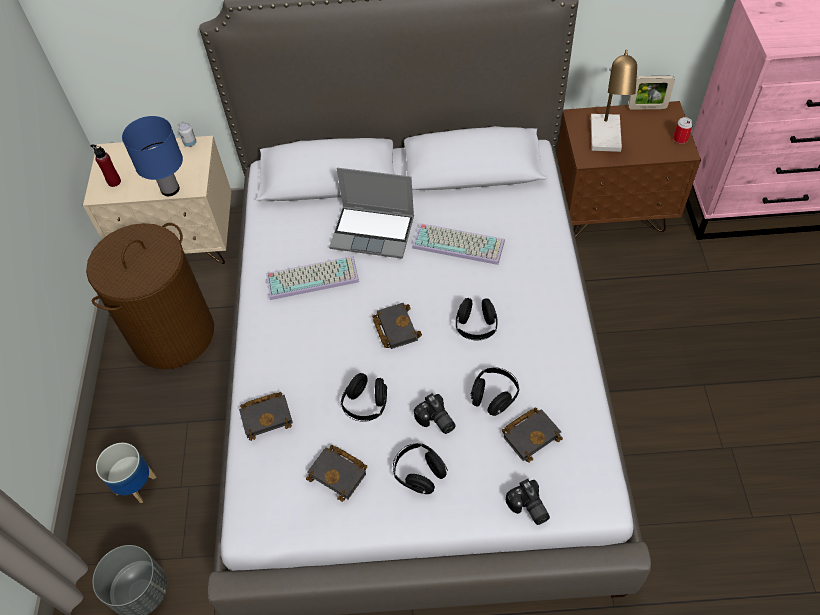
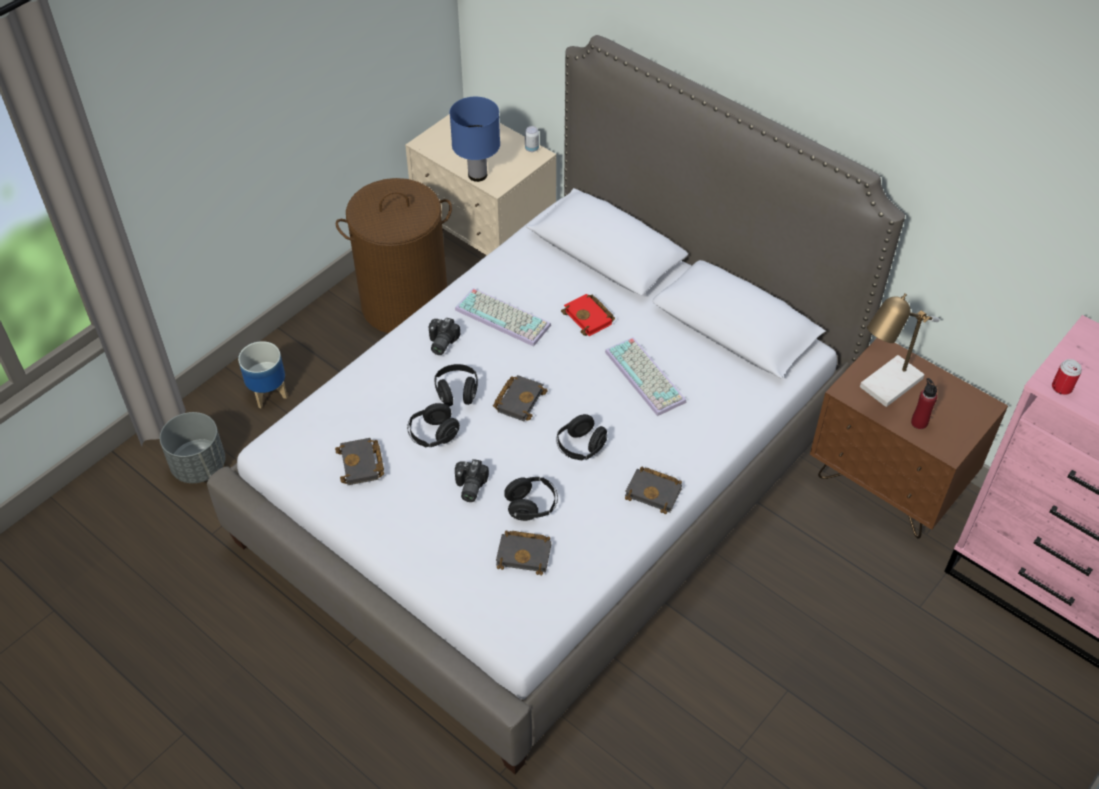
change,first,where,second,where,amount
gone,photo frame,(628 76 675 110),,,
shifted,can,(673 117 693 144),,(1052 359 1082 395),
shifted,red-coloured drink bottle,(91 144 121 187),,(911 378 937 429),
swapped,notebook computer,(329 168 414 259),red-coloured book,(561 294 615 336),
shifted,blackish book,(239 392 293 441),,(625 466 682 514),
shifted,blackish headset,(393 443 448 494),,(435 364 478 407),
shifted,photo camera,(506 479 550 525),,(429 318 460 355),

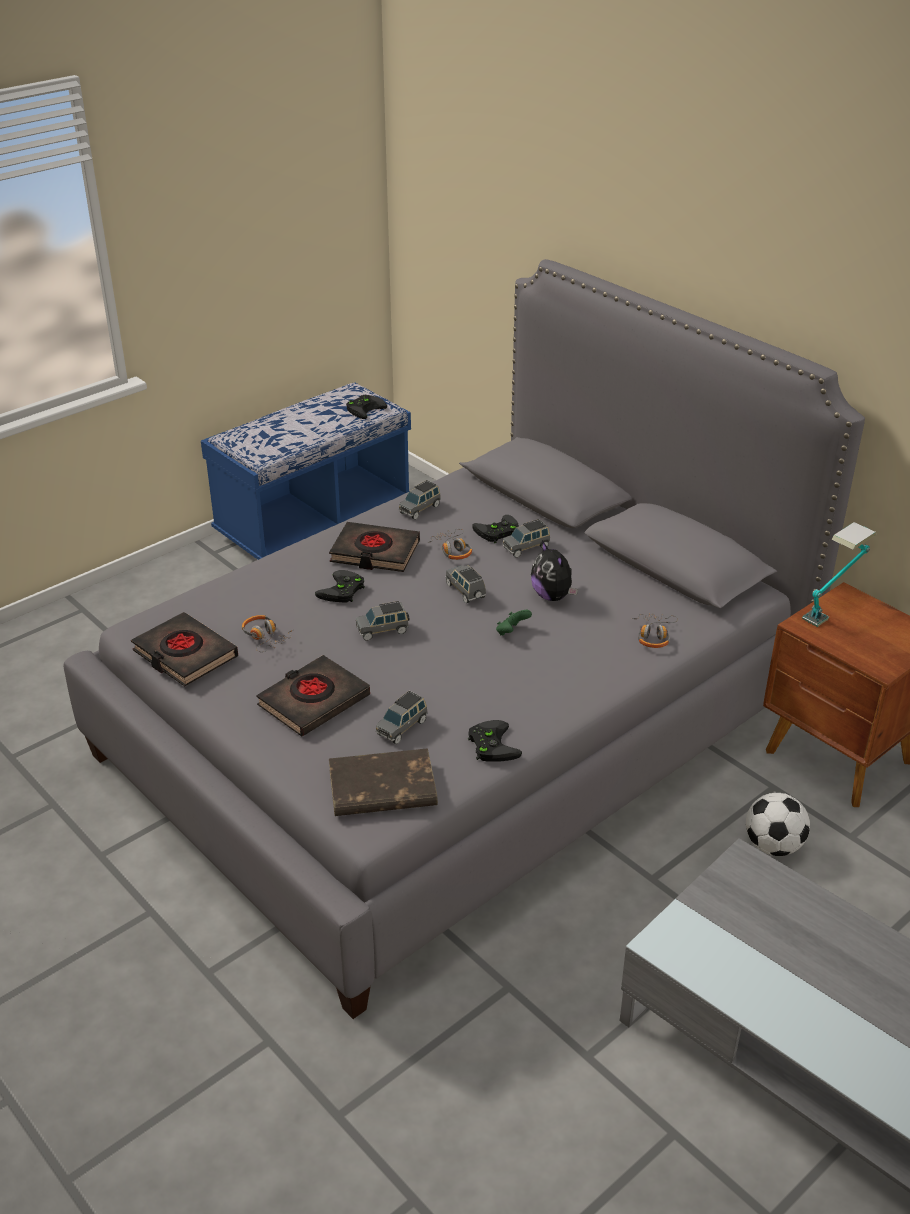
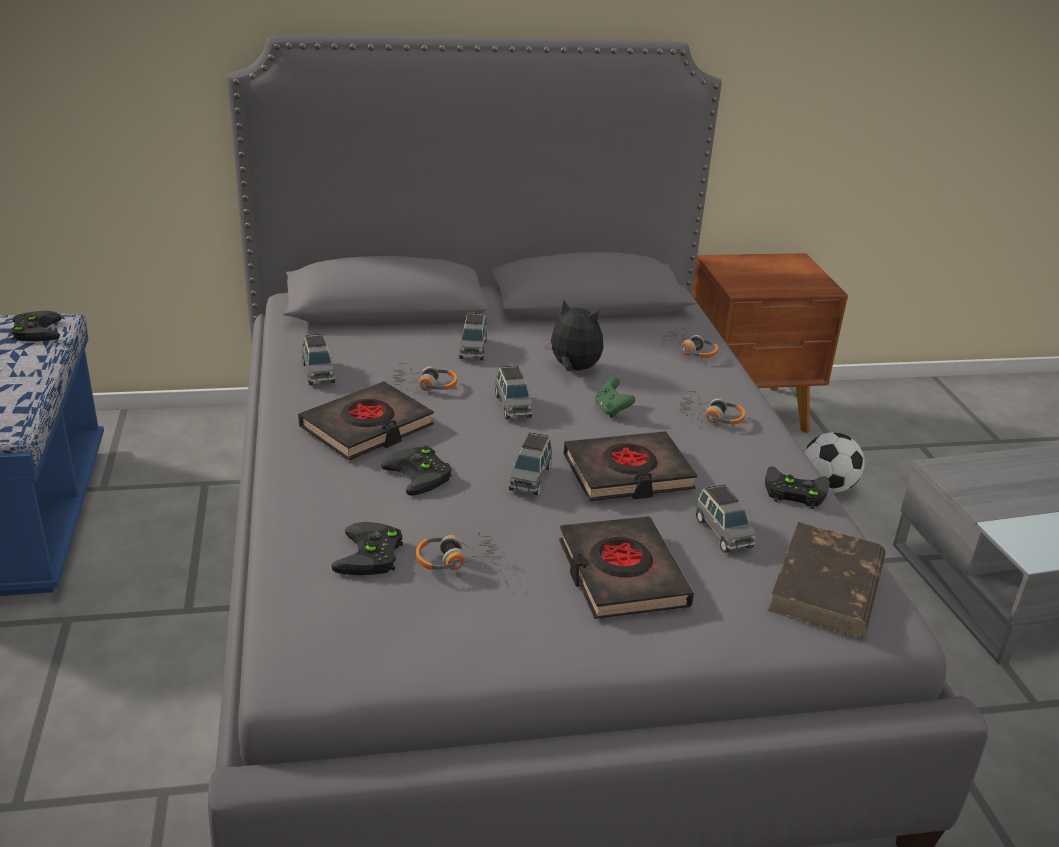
change,first,where,second,where,amount
shifted,blackish game controller,(472 515 519 543),,(331 522 403 575),
gone,lamp for a table,(802 522 876 627),,,
rotated,plush toy,(531 541 578 601),,(541 299 603 371),150 degrees counterclockwise
rotated,gray miniature car,(445 565 486 603),,(495 365 533 419),105 degrees counterclockwise
shifted,blackish book,(131 612 238 686),,(563 431 697 501),
new,,,headset,(679 391 745 425),

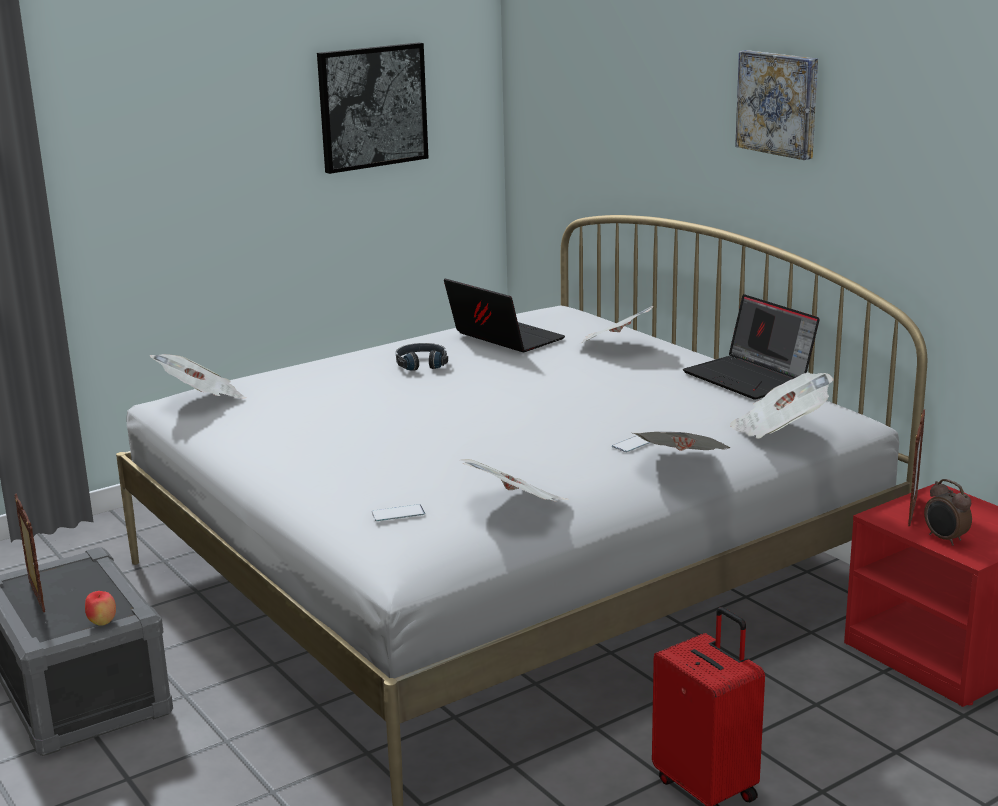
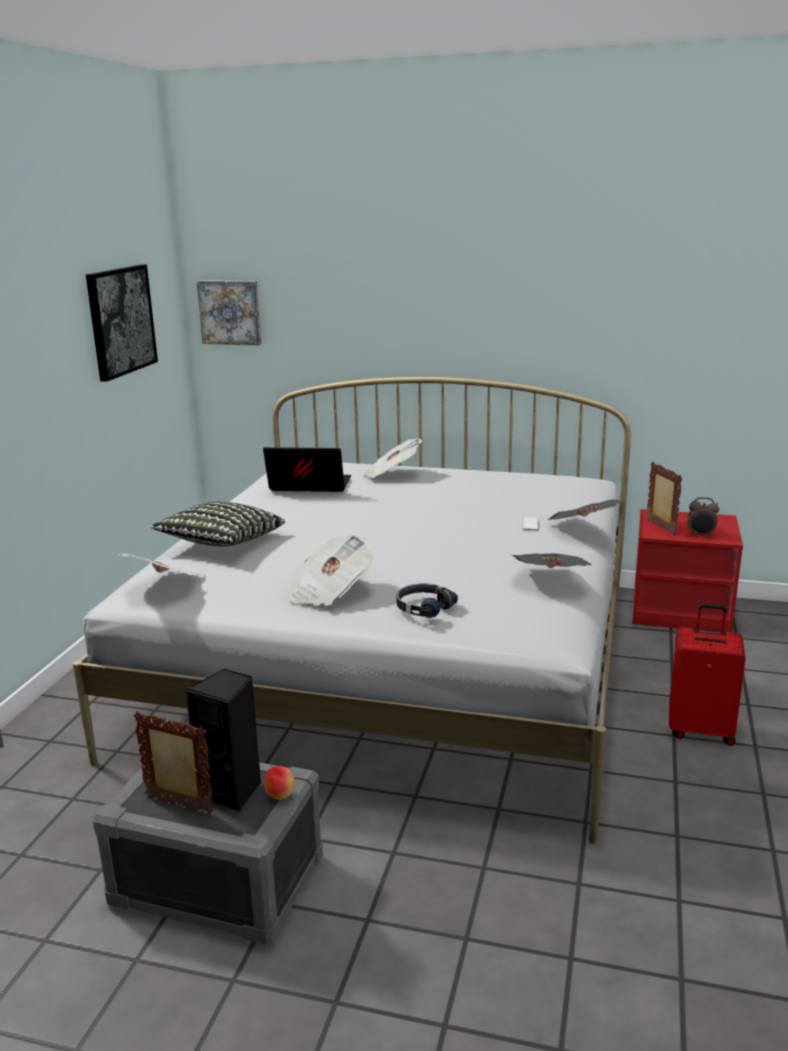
change,first,where,second,where,amount
shifted,picture,(735 50 818 160),,(197 280 261 345),
gone,notebook computer,(683 294 820 399),,,
shifted,blackish headset,(396 343 448 371),,(396 584 458 618),
shifted,newspaper,(730 373 834 439),,(289 535 373 606),
gone,handset,(371 504 425 521),,,
new,,,throw pillow,(151 501 285 546),
new,,,blackish speaker,(185 668 262 812),

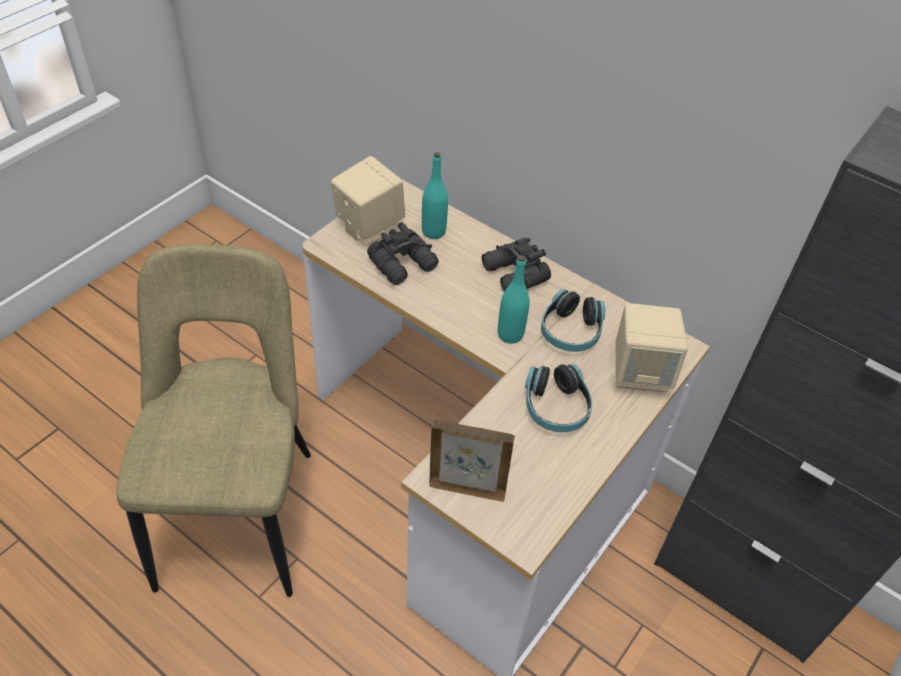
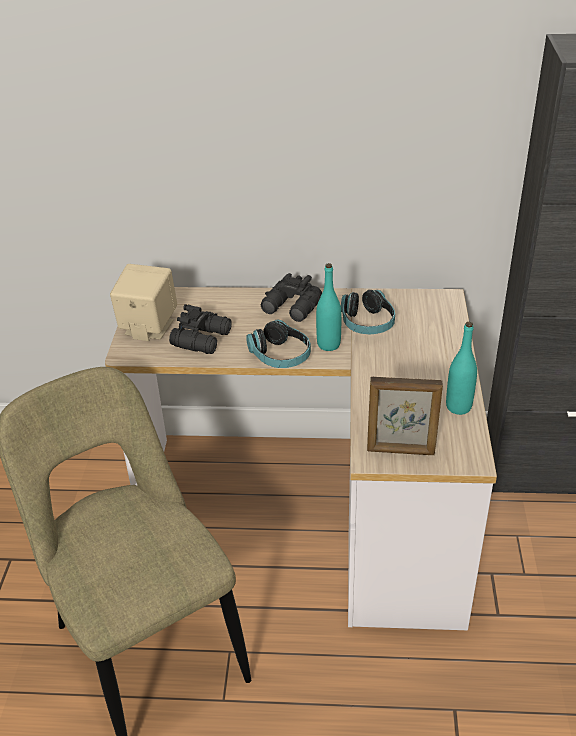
change,first,where,second,where,amount
shifted,turquoise-coloured drink bottle,(422 152 448 239),,(446 322 477 415),
gone,beige-coloured speaker,(615 303 688 392),,,
shifted,headset,(525 364 592 432),,(246 320 311 368),
rotated,photo frame,(429 420 515 502),,(367 376 443 455),150 degrees counterclockwise

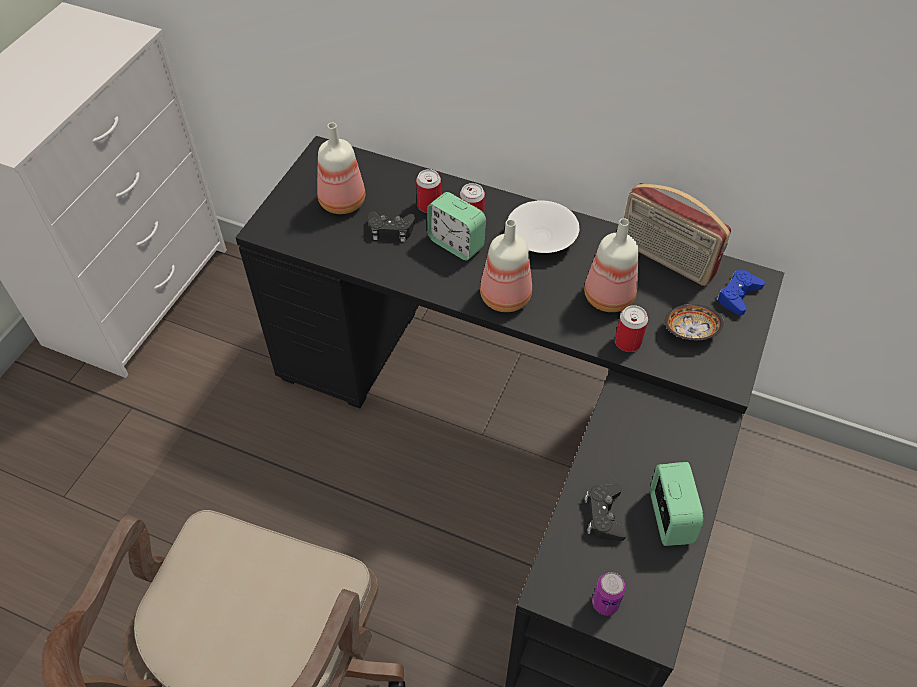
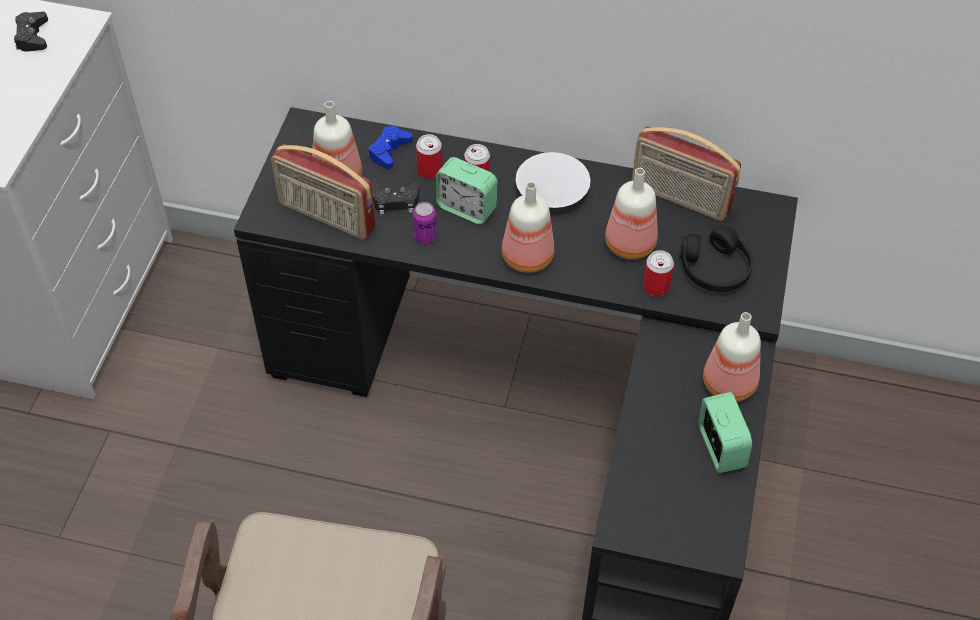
change,first,where,second,where,amount
shifted,bluish game controller,(716 270 765 315),,(368 126 413 169),
swapped,bowl,(665 304 724 340),blackish headset,(680 226 753 292),
shifted,blackish game controller,(584 484 627 541),,(14 12 48 52),
shifted,can,(592 572 626 615),,(413 202 437 244),
new,,,radio,(271 144 375 240),
new,,,drink bottle,(703 312 761 402),

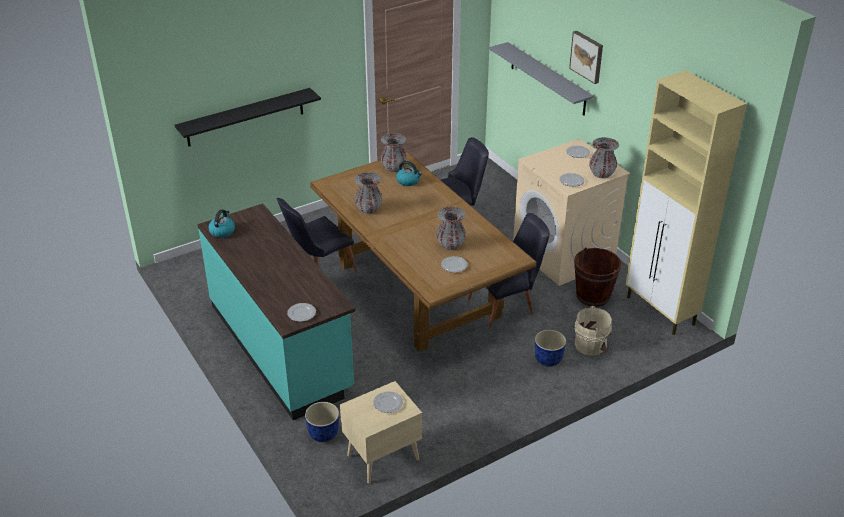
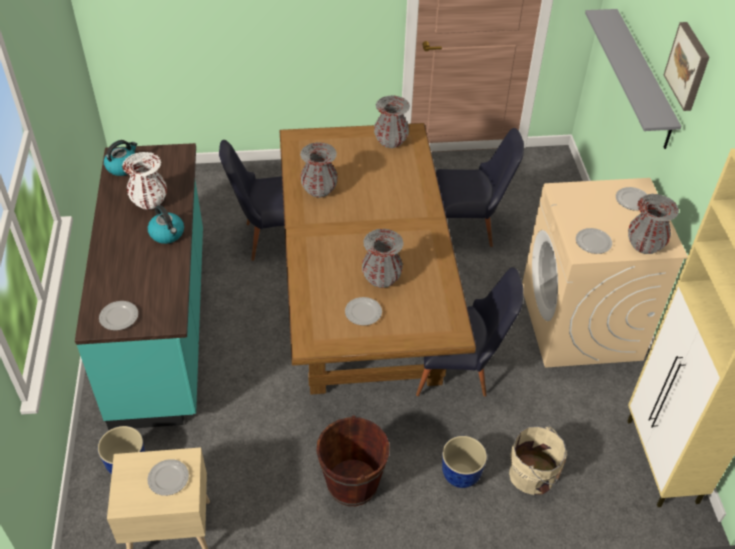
change,first,where,second,where,amount
gone,blackish shelf,(174 88 321 147),,,
shifted,kettle,(396 161 422 186),,(148 205 184 244),
shifted,brownish water bucket,(574 247 621 307),,(316 415 389 506),
new,,,whitish vase,(122 152 167 209),

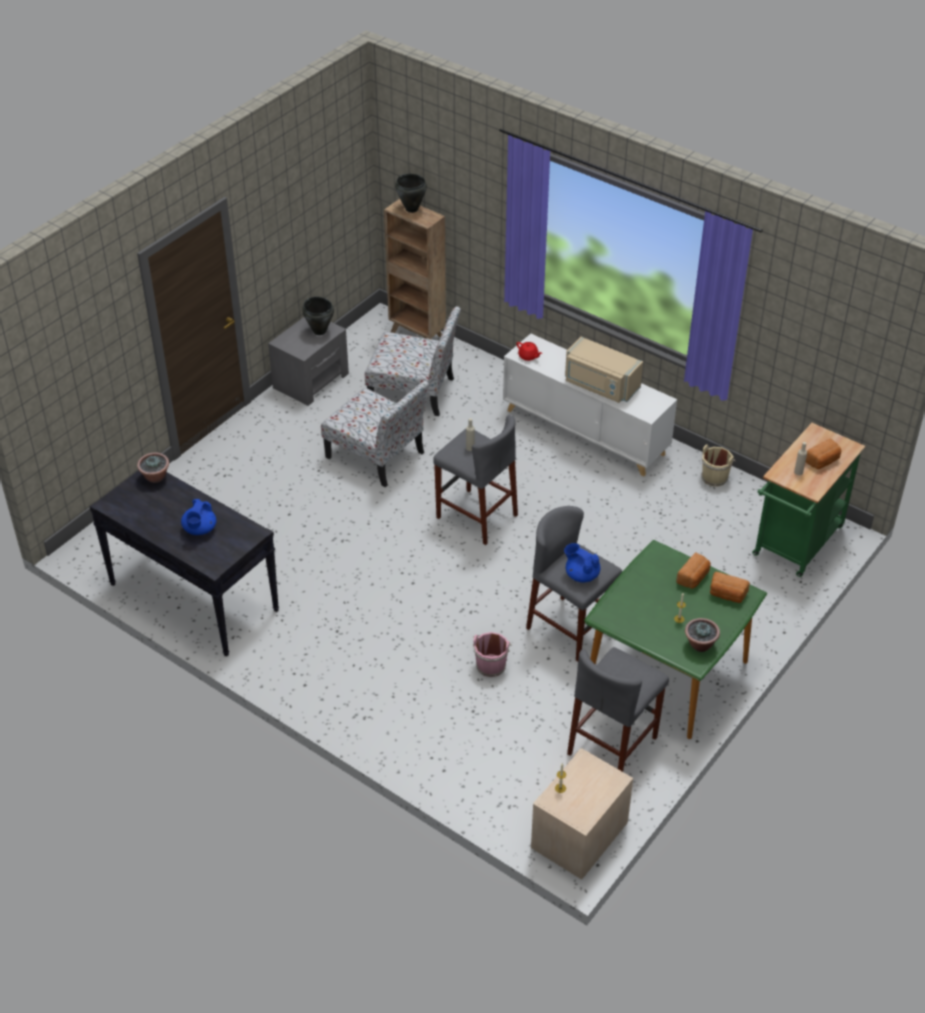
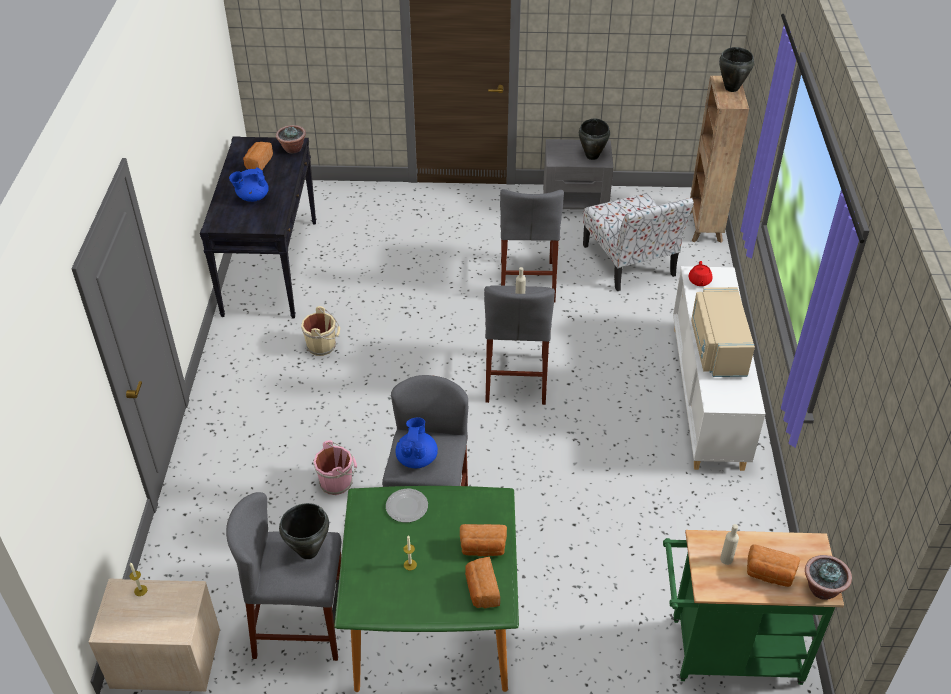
change,first,where,second,where,amount
swapped,upright chair,(321 380 429 487),gray sitting stool,(500 189 564 302),
shifted,beige-coloured water bucket,(702 445 736 487),,(301 306 340 356),
shifted,plant in a pot,(685 618 720 652),,(805 555 852 600),
new,,,baked bread,(243 142 273 170),
new,,,flat dish,(386 489 428 523),
new,,,blackish saucepot,(279 503 329 559),

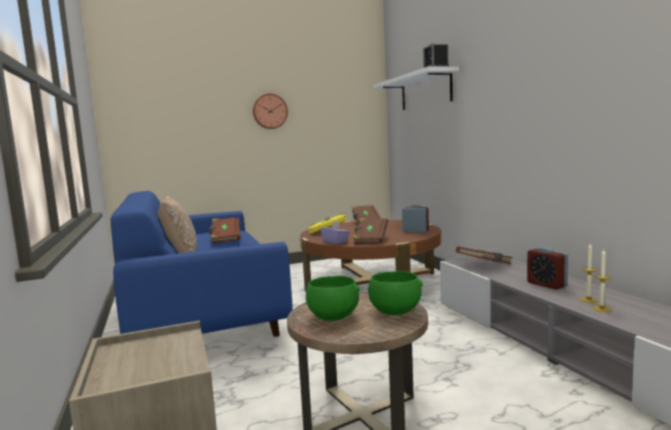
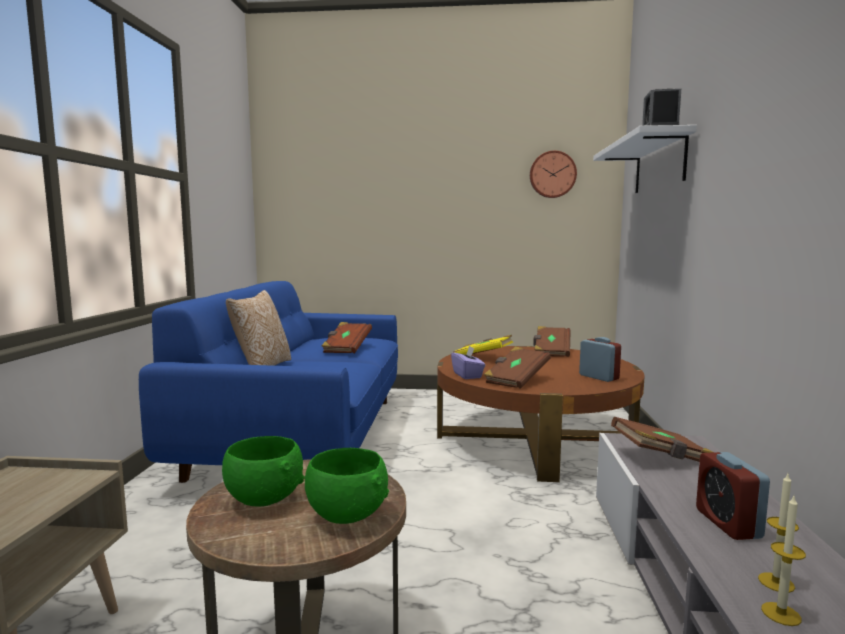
change,first,where,second,where,amount
shifted,clock on the wall,(253 93 288 129),,(530 150 577 198),

